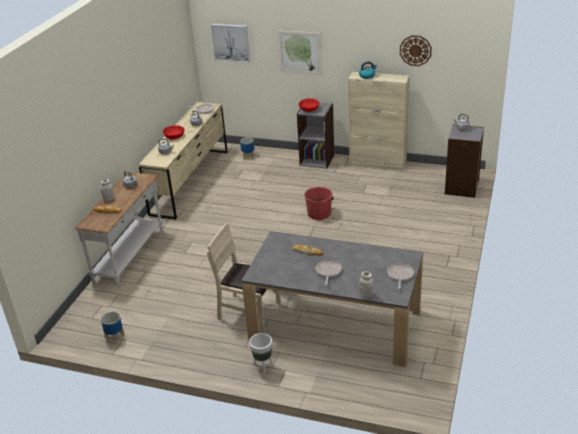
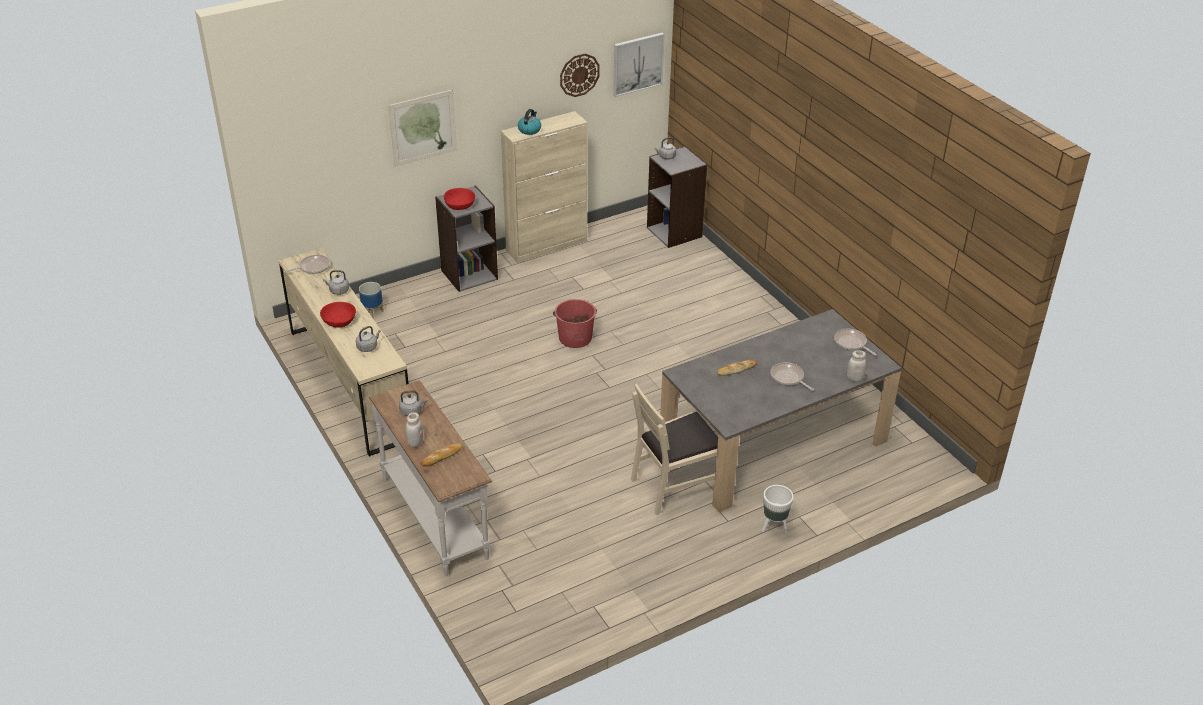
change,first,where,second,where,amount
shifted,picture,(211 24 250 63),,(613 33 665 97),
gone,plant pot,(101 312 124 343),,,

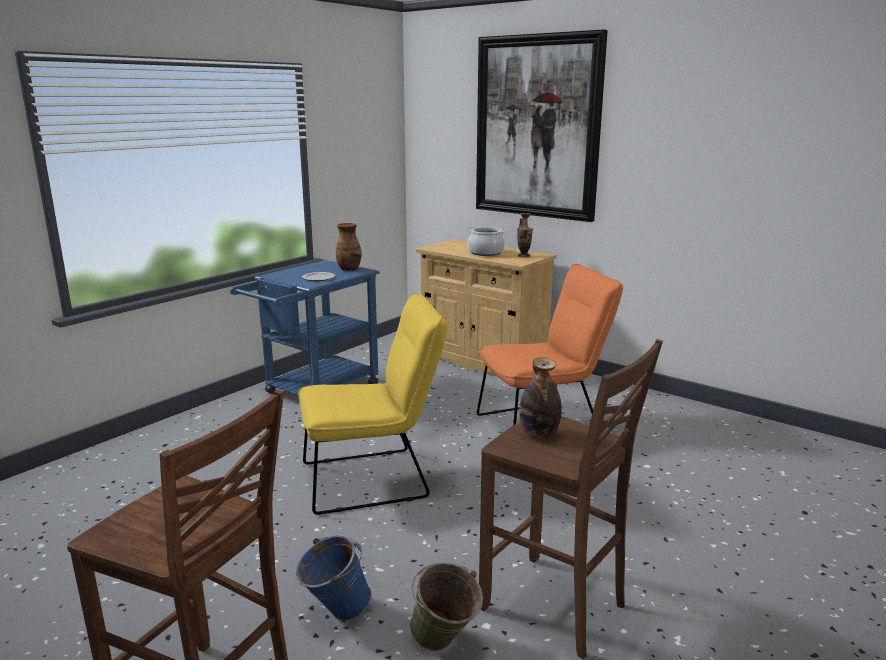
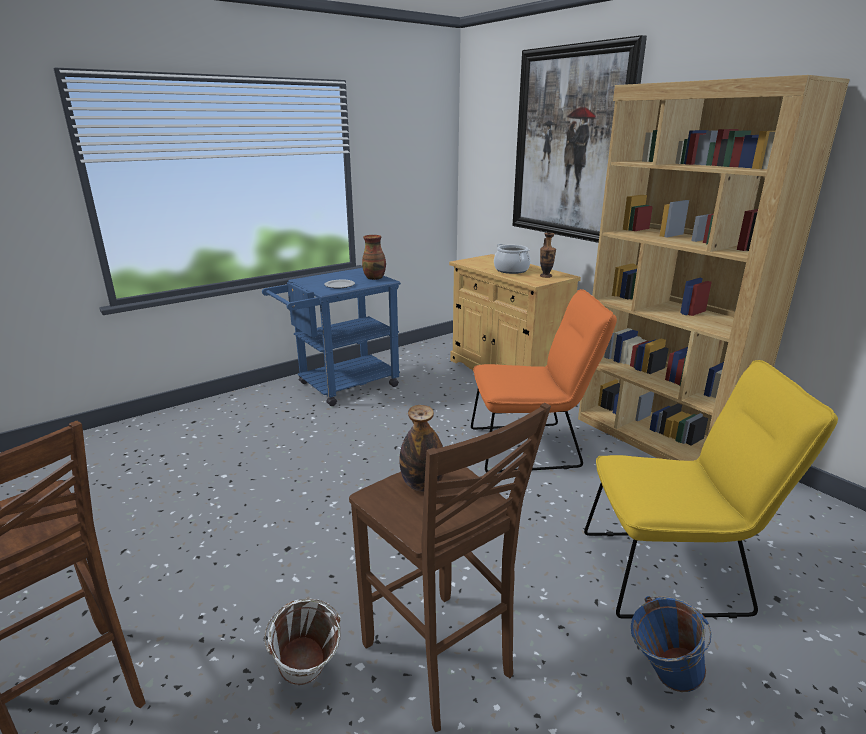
change,first,where,second,where,amount
shifted,yellowish upright chair,(298 293 447 515),,(584 360 838 619),
shifted,bluish water bucket,(296 535 372 621),,(631 596 711 692),
repainted,greenish water bucket,(410 562 483 651),whitish water bucket,(264 599 341 685),
new,,,brownish shelving unit,(578 75 850 461),

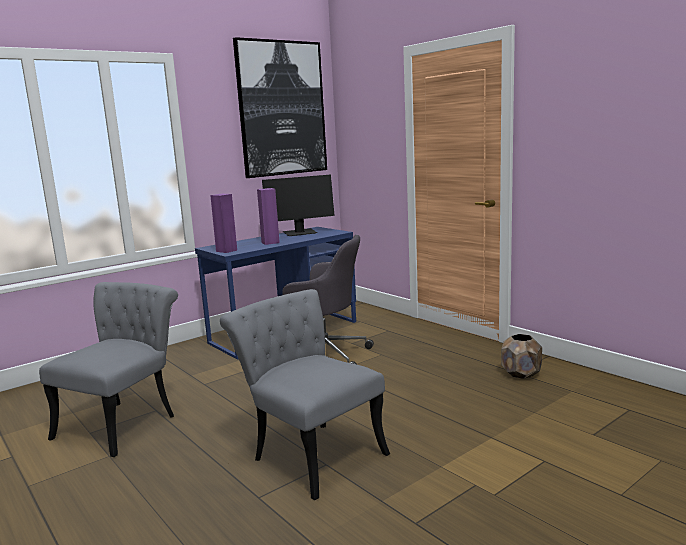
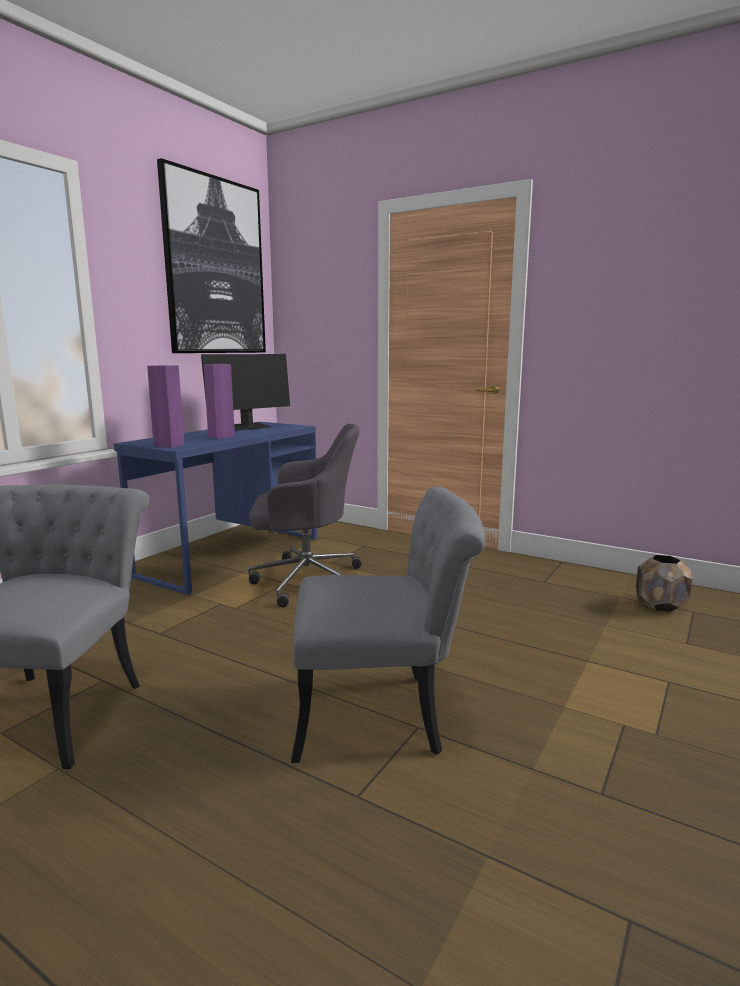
change,first,where,second,where,amount
rotated,gray upright chair,(220 289 390 500),,(291 486 486 763),150 degrees clockwise
shifted,brownish plant pot,(501 334 542 379),,(636 555 692 612),

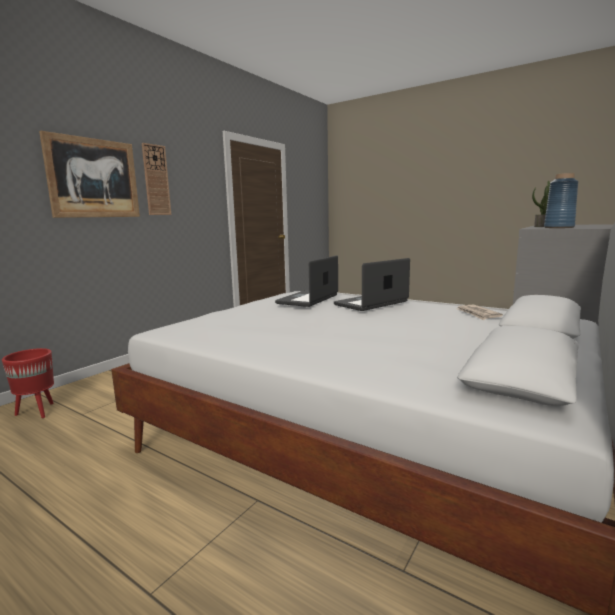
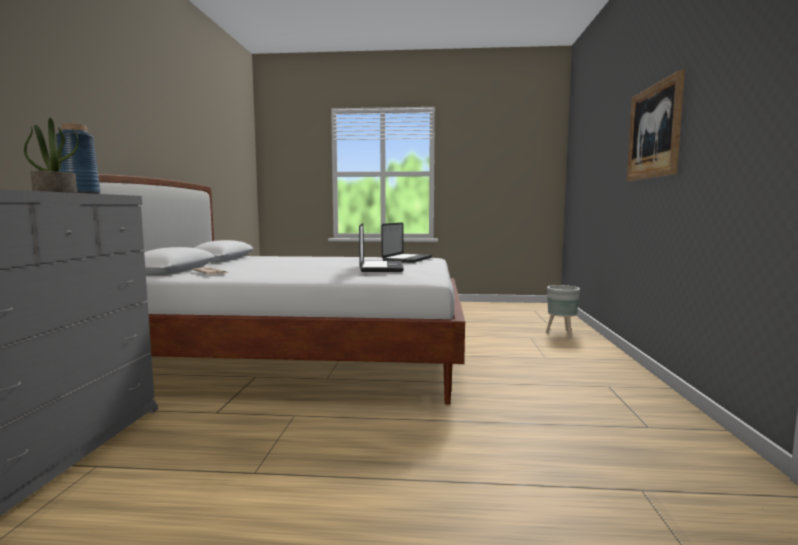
change,first,where,second,where,amount
gone,clock on the wall,(142 143 171 215),,,
shifted,notebook computer,(334 258 410 311),,(382 223 432 263),
repainted,red-coloured plant pot,(2 348 54 418),gray plant pot,(546 285 580 337),

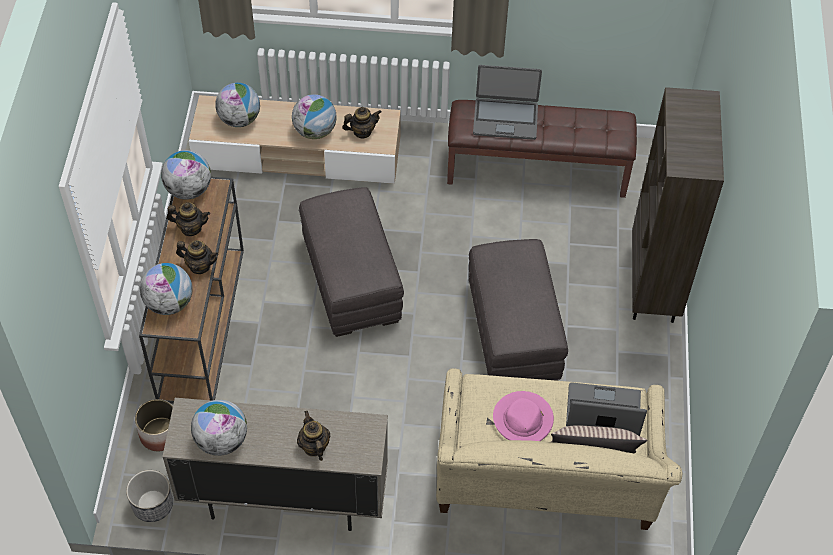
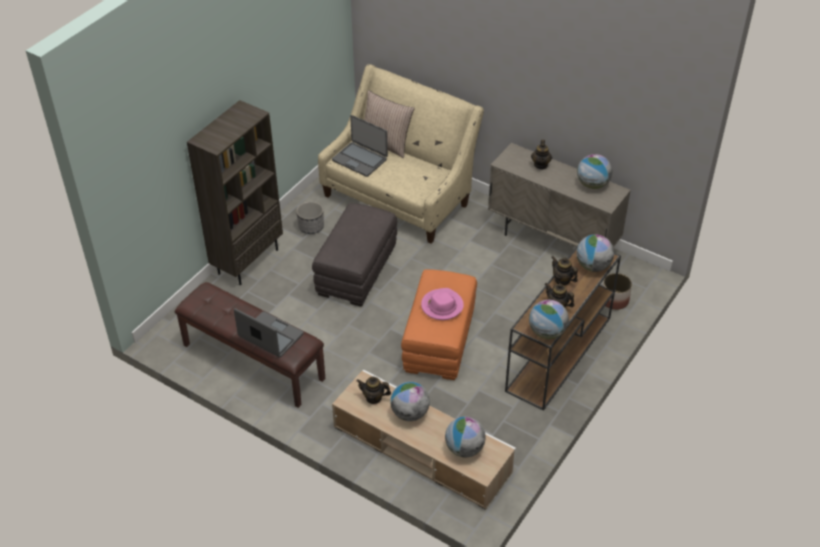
change,first,where,second,where,amount
repainted,gray footrest,(299 187 404 337),orange footrest,(401 269 477 380),
shifted,pink-coloured clothing hat,(493 391 554 441),,(421 288 464 320),
shifted,plant pot,(126 470 173 522),,(296 201 324 234),

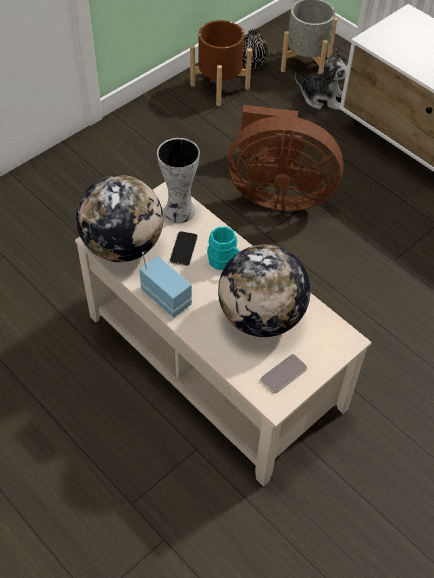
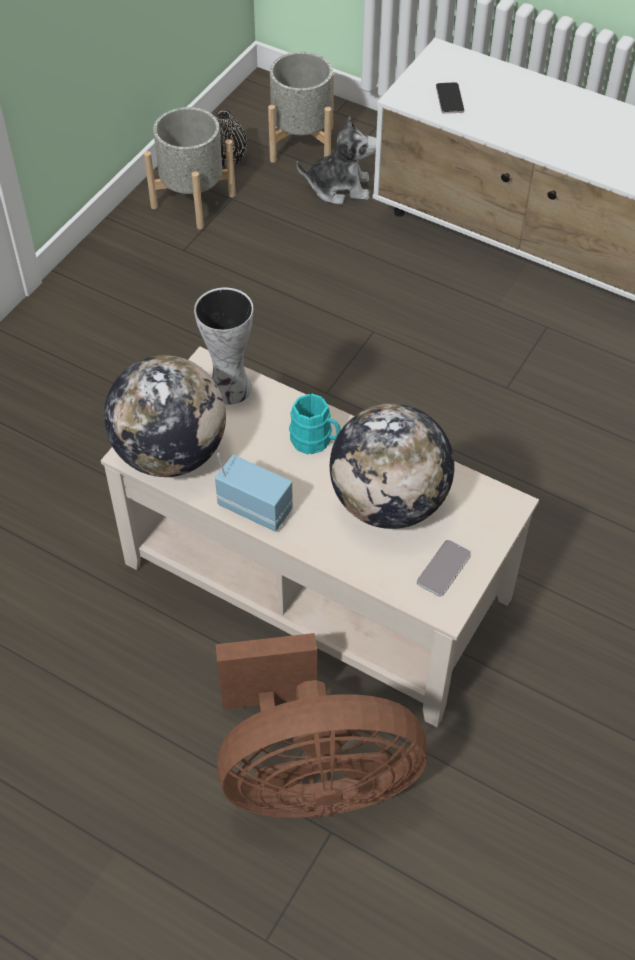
change,first,where,second,where,amount
repainted,brownish plant pot,(190 20 252 106),gray plant pot,(144 107 236 230),
shifted,brownish fan,(228 105 344 211),,(216 633 427 819),
shifted,handset,(170 231 198 266),,(436 82 464 114),

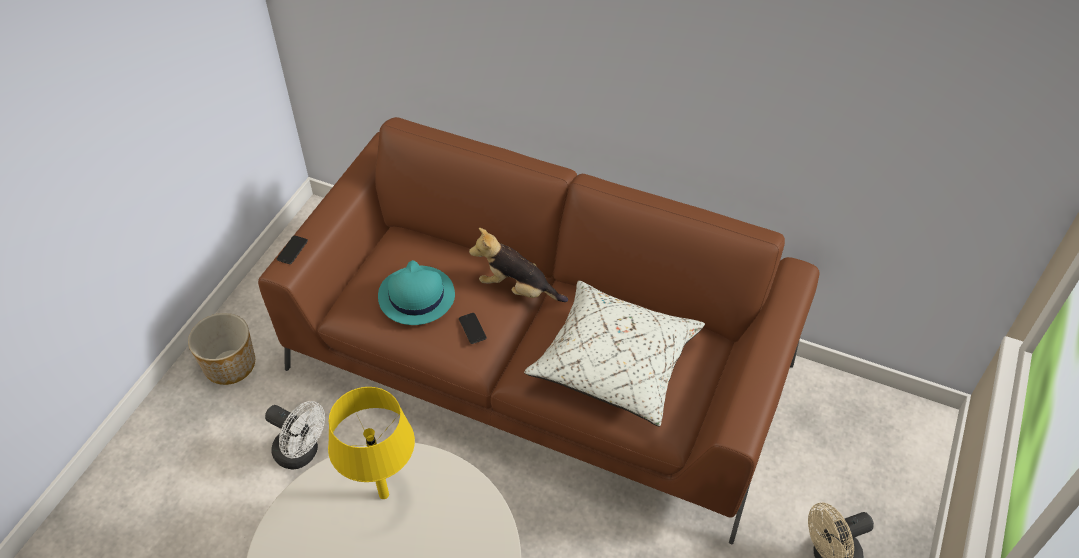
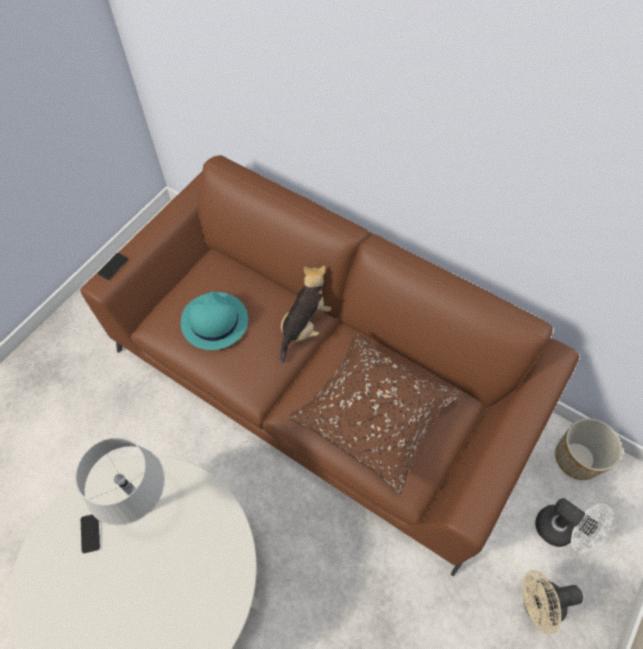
change,first,where,second,where,amount
rotated,plush toy,(469 228 568 302),,(280 265 331 363),90 degrees clockwise
repainted,whitish throw pillow,(524 281 705 427),brownish throw pillow,(288 332 462 494),
shifted,plant pot,(188 313 255 385),,(555 418 622 480),
shifted,handset,(459 313 487 344),,(81 515 100 553),
repainted,yellowish lamp for a table,(328 387 415 499),gray lamp for a table,(76 437 165 525),
shifted,whitish fan,(265 401 325 469),,(535 498 613 553),

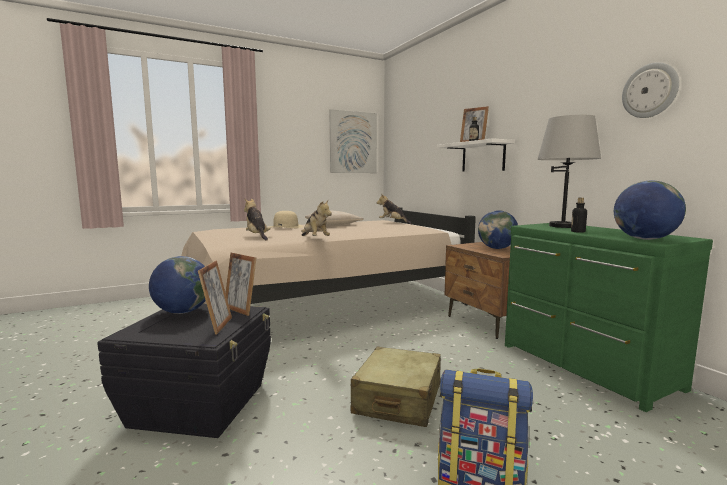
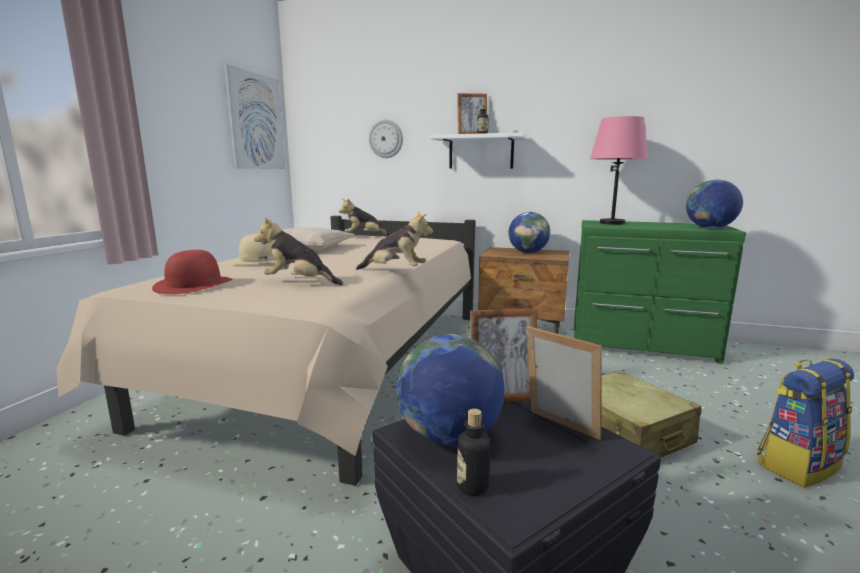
change,first,where,second,where,amount
shifted,clock on the wall,(622 62 679 118),,(369 119 403 158),
repainted,gray lamp for a table,(537 115 601 228),pink-coloured lamp for a table,(590 116 648 225),
shifted,drink bottle,(571 198 587 233),,(457 408 490 496),
new,,,red-coloured clothing hat,(152 250 233 294),

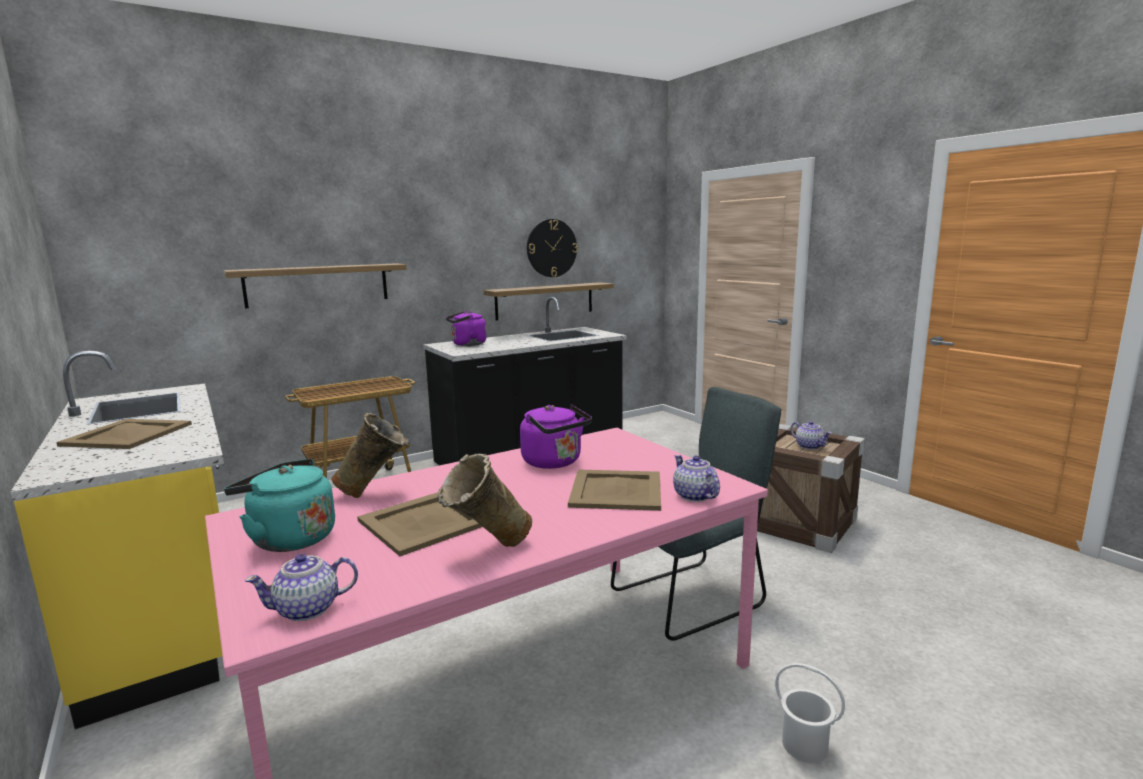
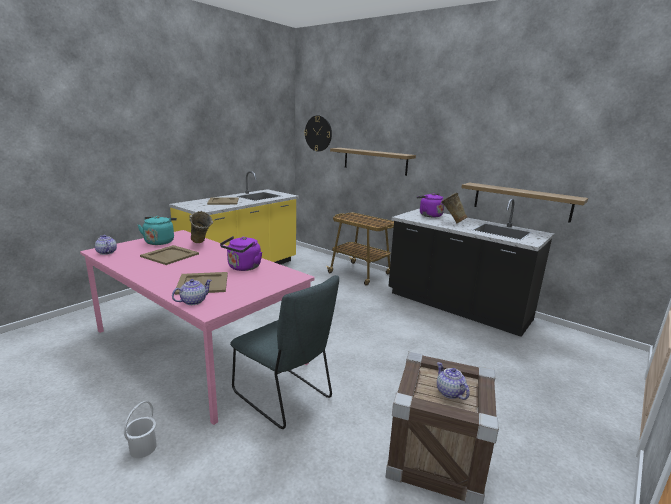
change,first,where,second,where,amount
shifted,clock on the wall,(527 219 578 277),,(304 115 332 151),
rotated,tea pot,(790 421 832 450),,(437 362 470 400),120 degrees clockwise
shifted,beige-coloured vase,(437 454 532 547),,(441 193 467 223),

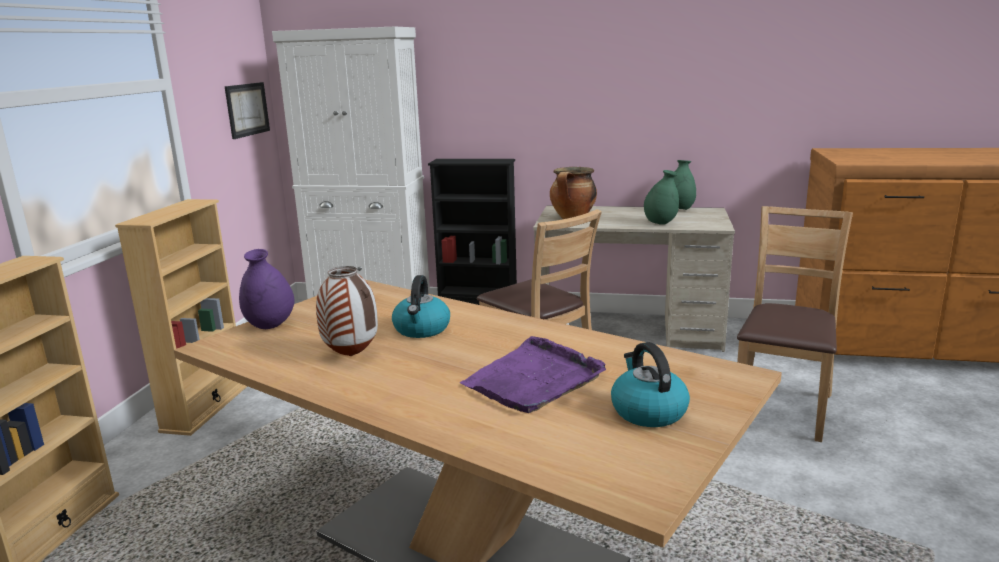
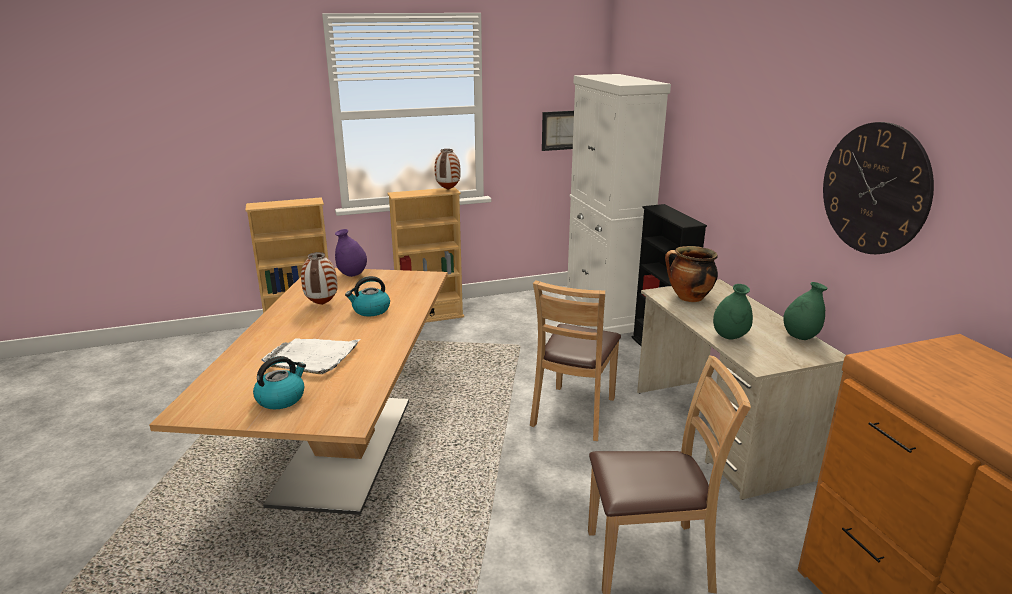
change,first,where,second,where,amount
repainted,purplish serving tray,(459 336 606 413),whitish serving tray,(261 338 361 374),
new,,,clock on the wall,(823 122 934 254),
new,,,vase,(435 149 461 190),

